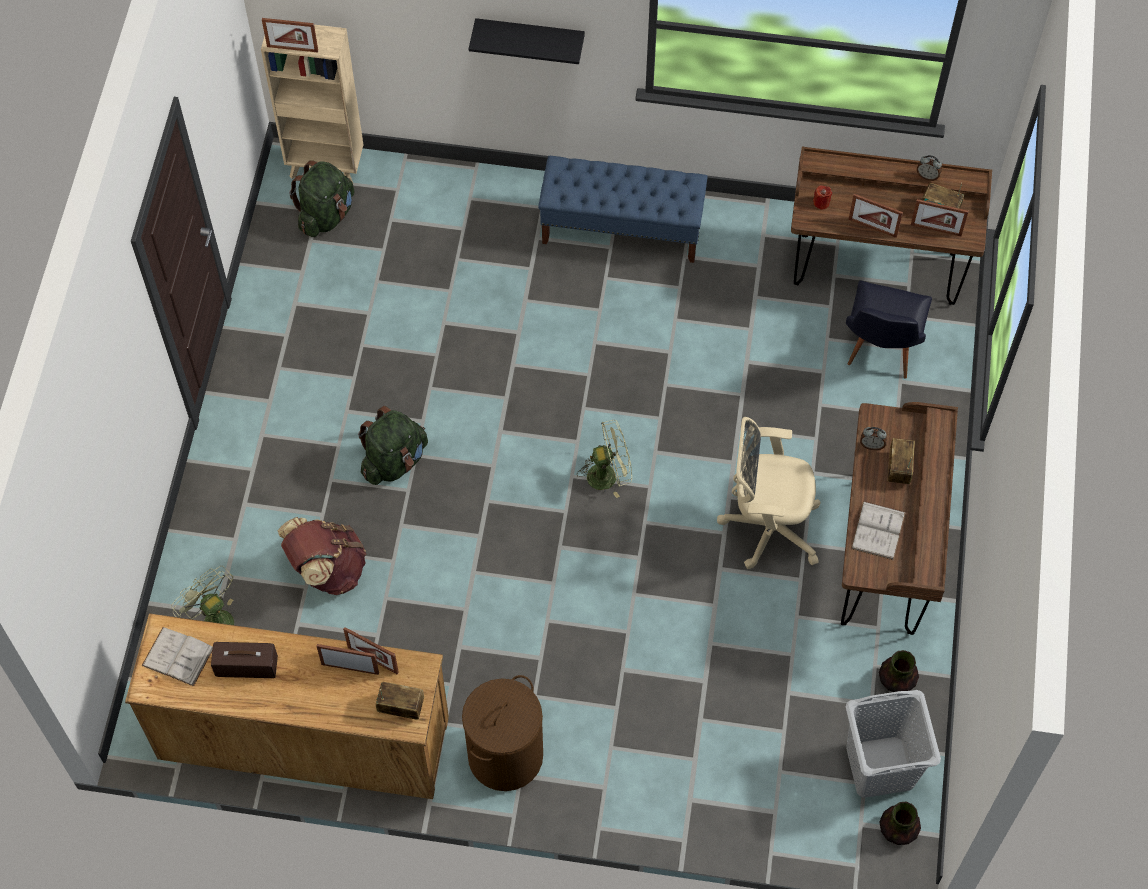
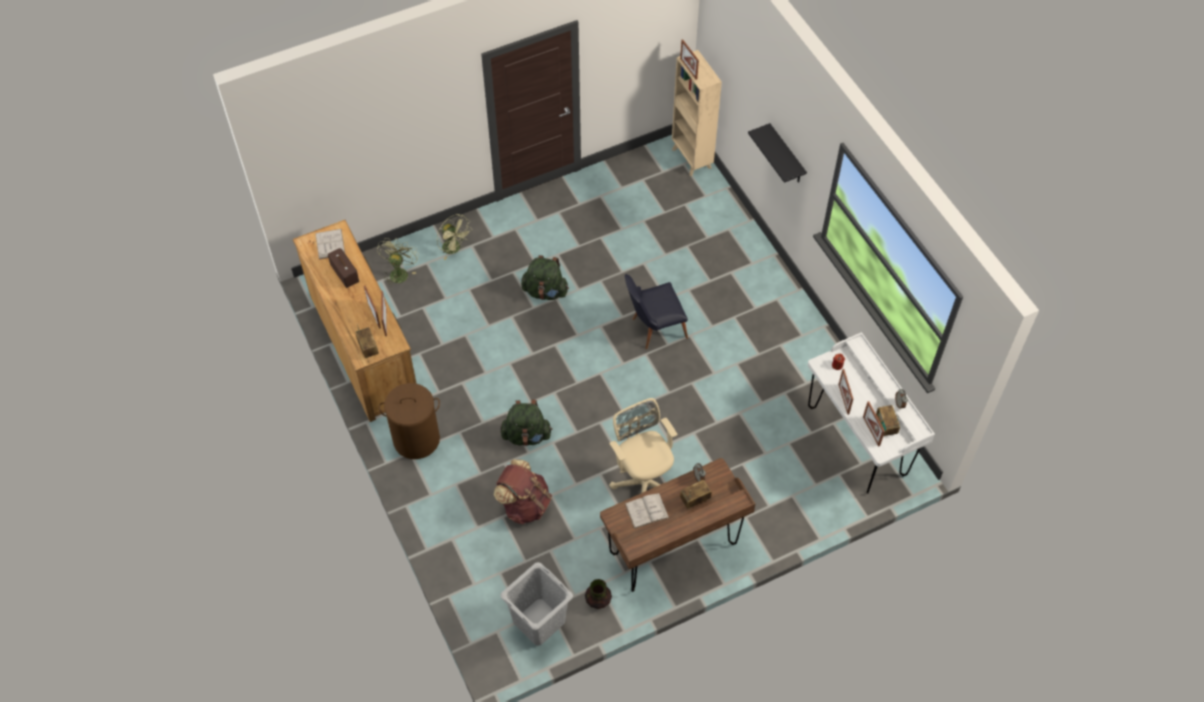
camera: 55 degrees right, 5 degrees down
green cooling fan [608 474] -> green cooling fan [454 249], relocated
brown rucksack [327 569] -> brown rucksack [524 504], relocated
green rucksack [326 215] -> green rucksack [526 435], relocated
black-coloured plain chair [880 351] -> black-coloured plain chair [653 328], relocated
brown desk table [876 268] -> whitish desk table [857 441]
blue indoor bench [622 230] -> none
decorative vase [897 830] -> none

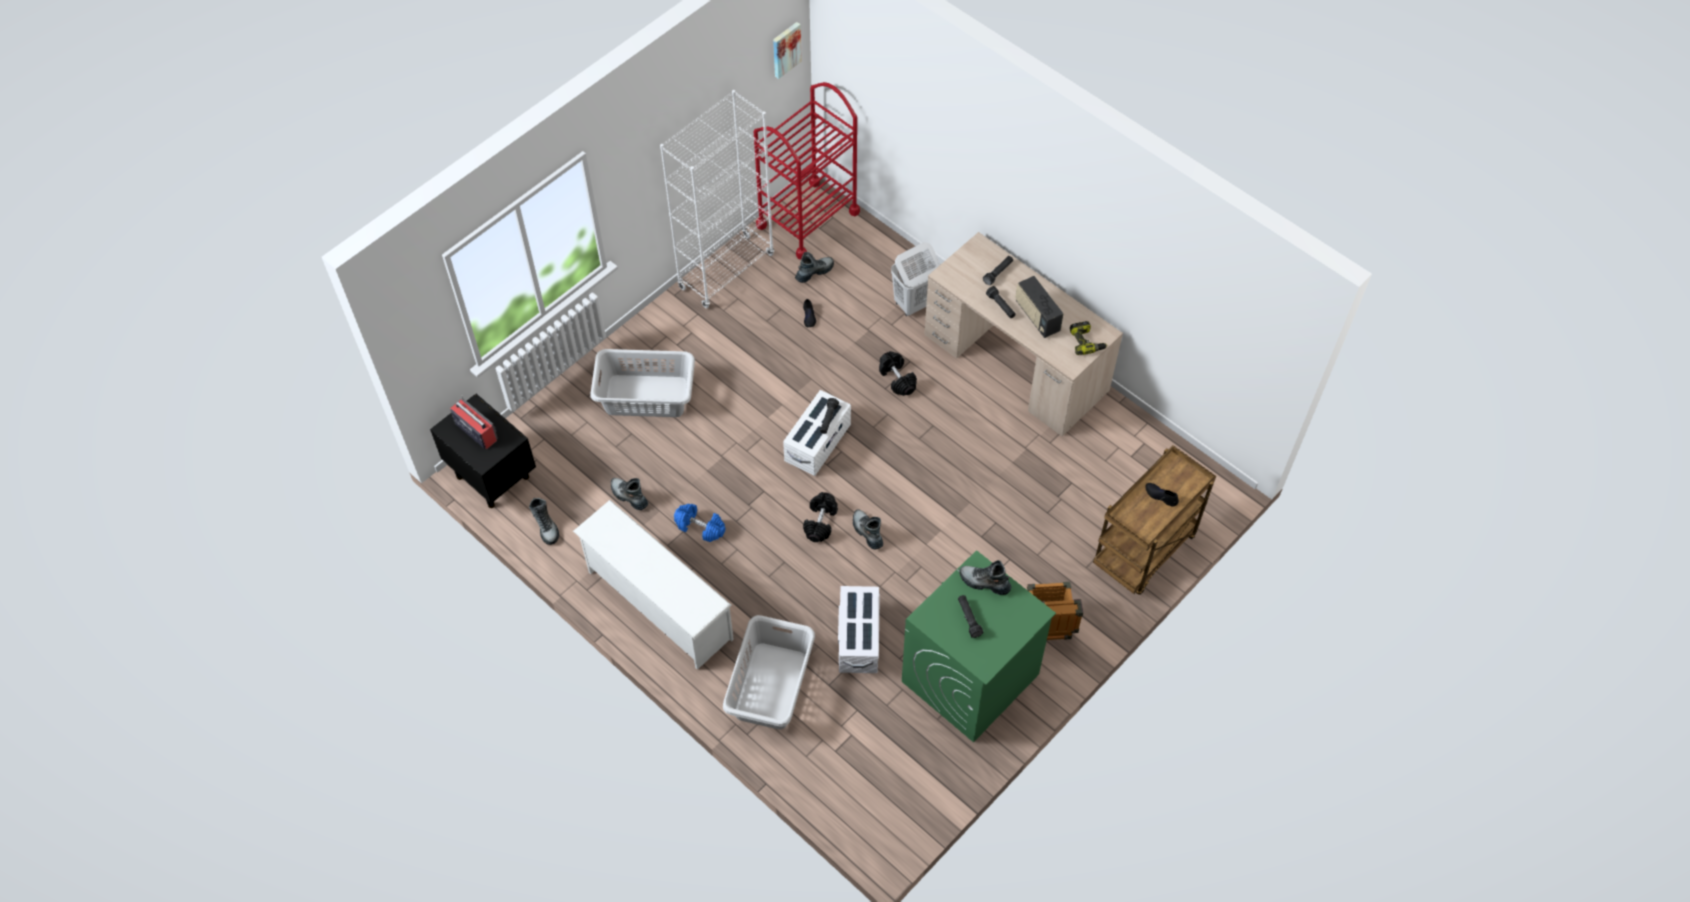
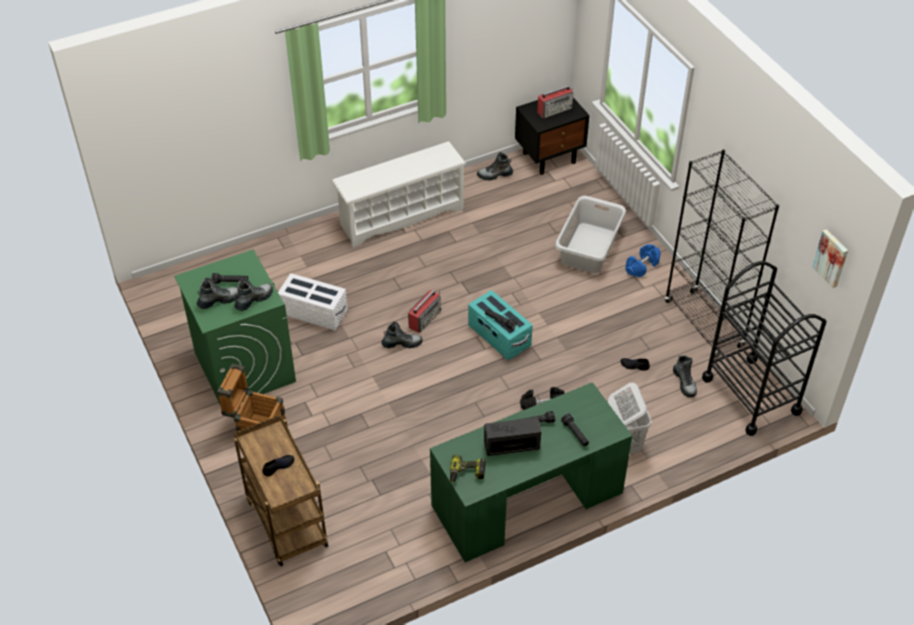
camera: 110 degrees right, 10 degrees down
boot [629 496] -> boot [219 300], relocated
black-coloured free weight [820 522] -> radio set [425 318]
sand-coloured desk table [1015 363] -> green desk table [526 498]
whitish storage bin [818 443] -> turquoise-coloured storage bin [499 336]
blue free weight [700 527] -> blue free weight [642 266], relocated
whitish bookcase [726 271] -> black-coloured bookcase [704 324]
reddish trolley [807 219] -> black-coloured trolley [751 395]
gray washing basket [769 686] -> none

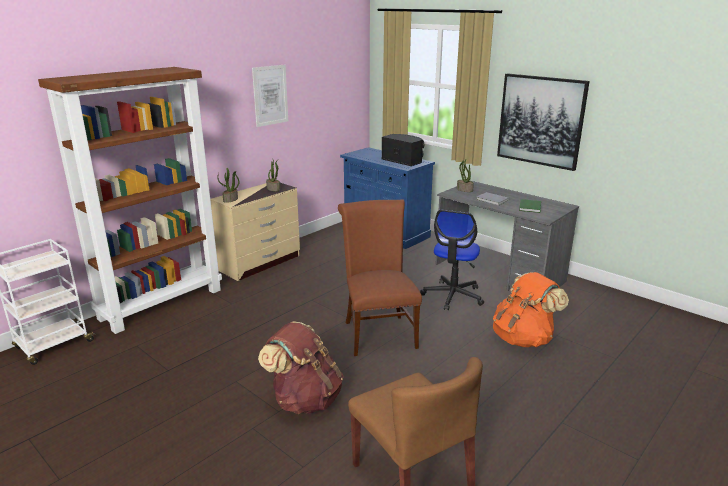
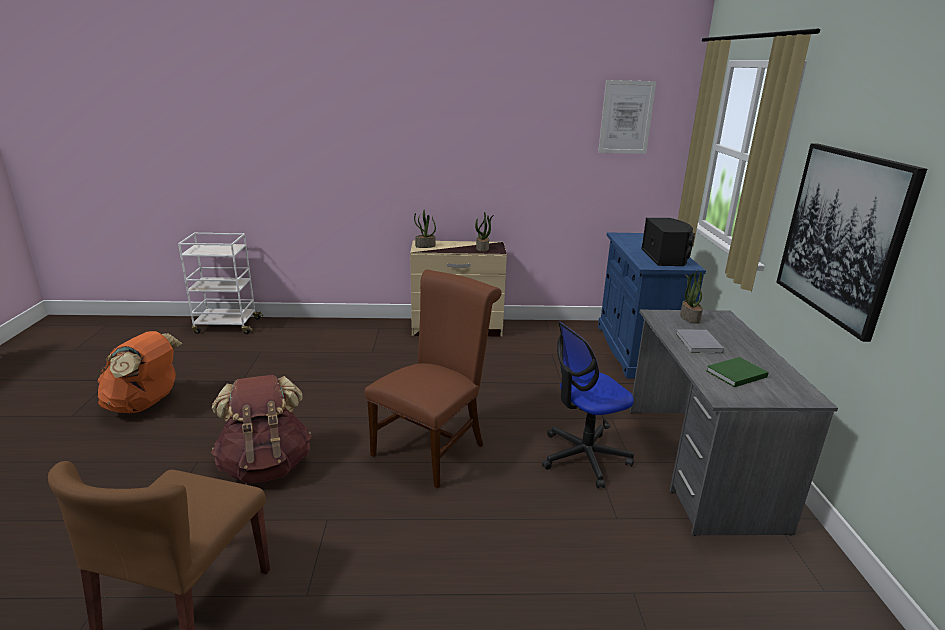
camera: 45 degrees right, 0 degrees up
orangey rucksack [523 338] -> orangey rucksack [145 404], relocated
wall picture [270 95] -> wall picture [626 117], relocated
brown bookcase [162 303] -> none

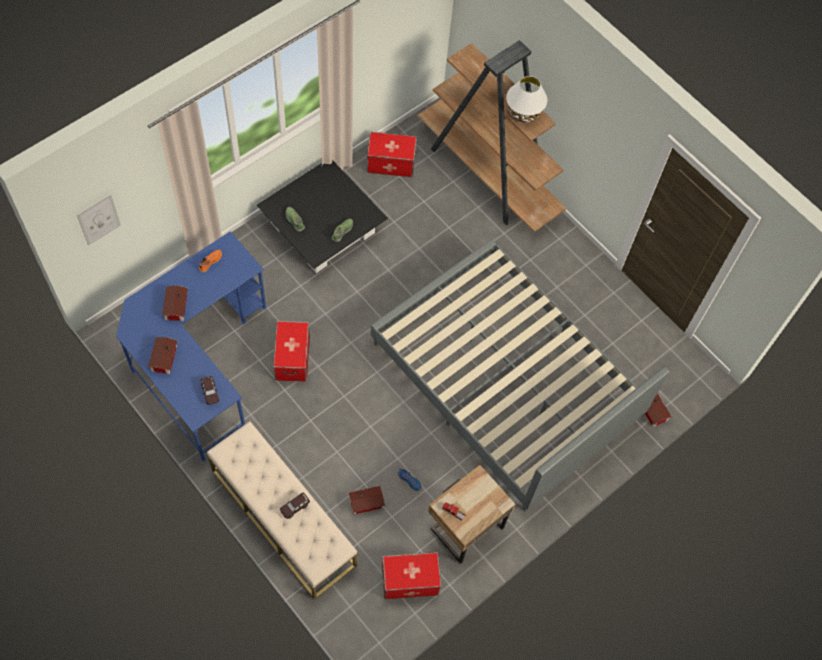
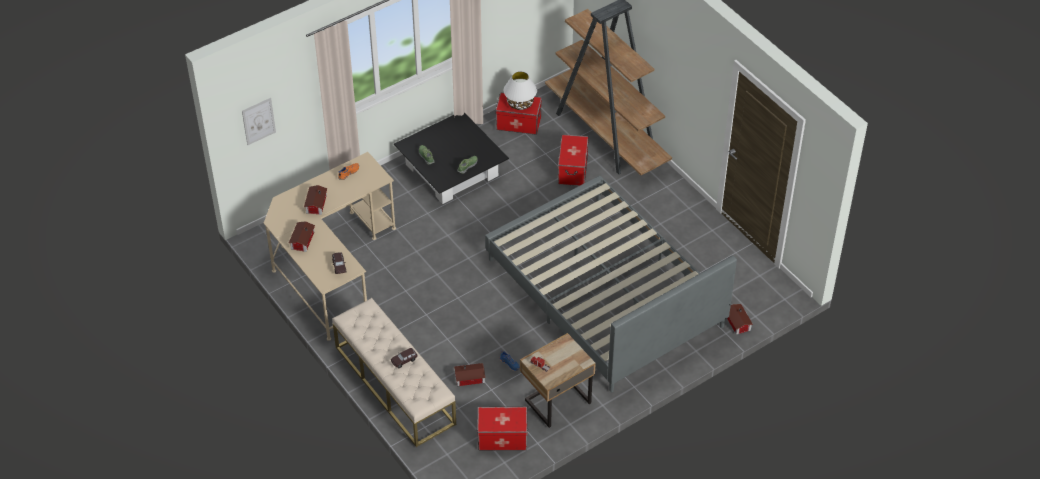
camera: 10 degrees right, 15 degrees down
blue desk table [196 361] -> sand-coloured desk table [330 265]
whitish table lamp [524 112] -> whitish table lamp [520 103], relocated
storage bin [292 358] -> storage bin [572 170], relocated

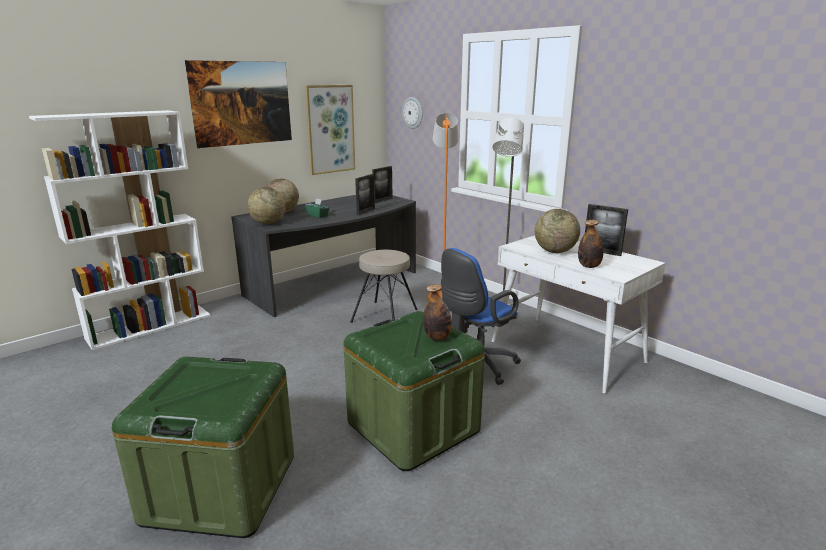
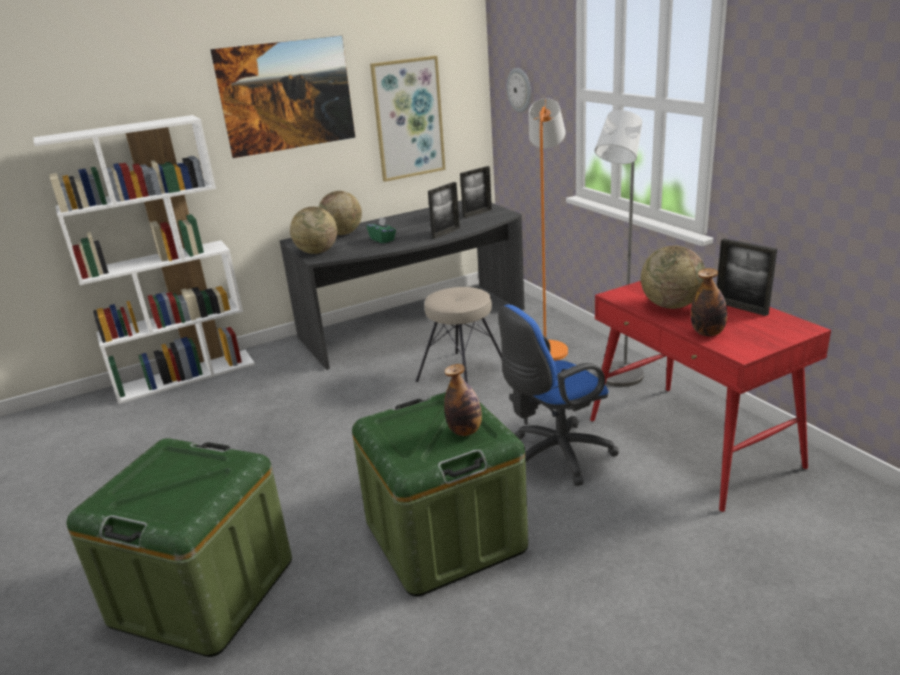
camera: 15 degrees right, 5 degrees up
whitish desk table [567 352] -> reddish desk table [692 443]

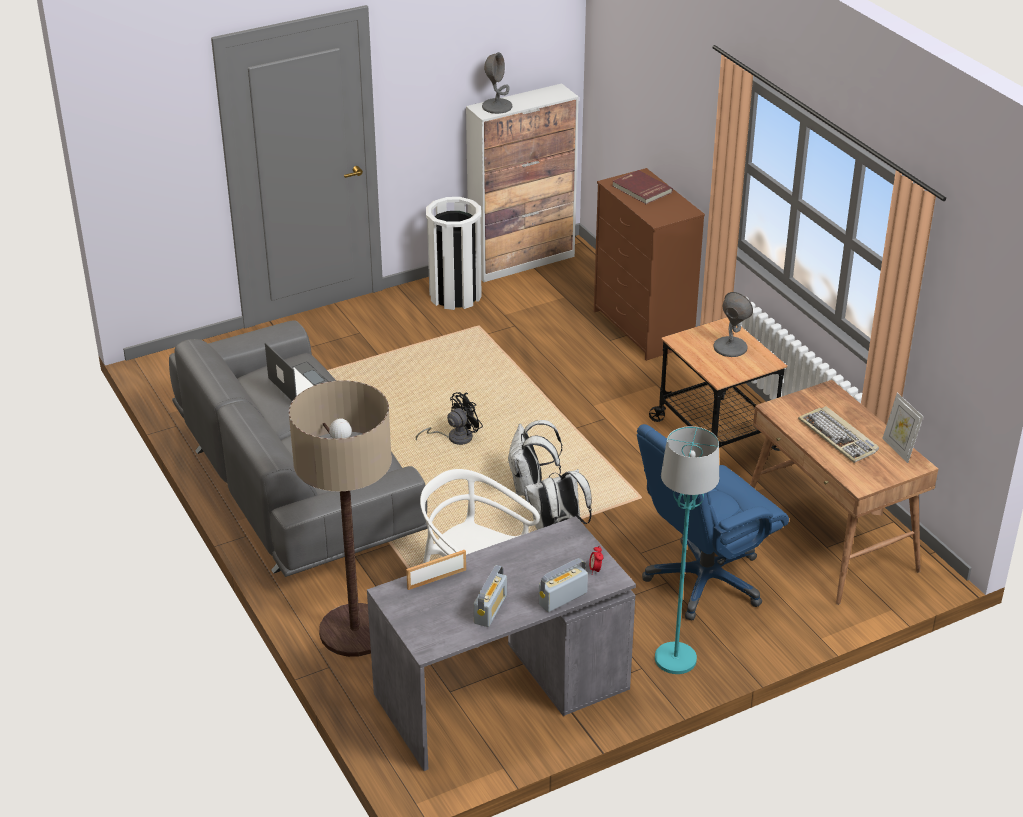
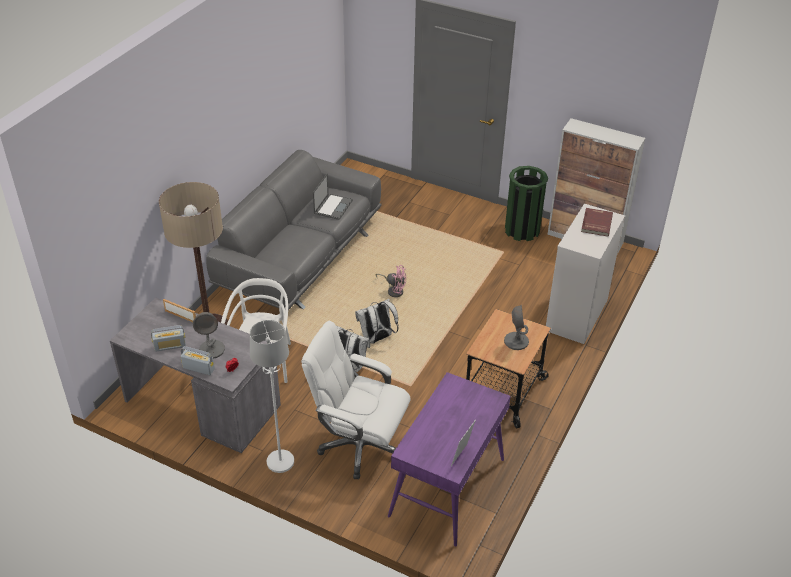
camera: 55 degrees right, 5 degrees up
gray table lamp [497 106] -> gray table lamp [212 349], relocated
turquoise-coloured floor lamp [675 659] -> whitish floor lamp [280 461]
blue computer chair [704 581] -> whitish computer chair [359 445]
black-coloured cooling fan [454 437] -> pinkish cooling fan [394 290]
brown desk table [830 540] -> purple-coloured desk table [447 488]
whitish waste bin [455 295] -> green waste bin [522 230]
brown chest of drawers [643 328] -> whitish chest of drawers [576 315]
PC keyboard [839 437] -> none

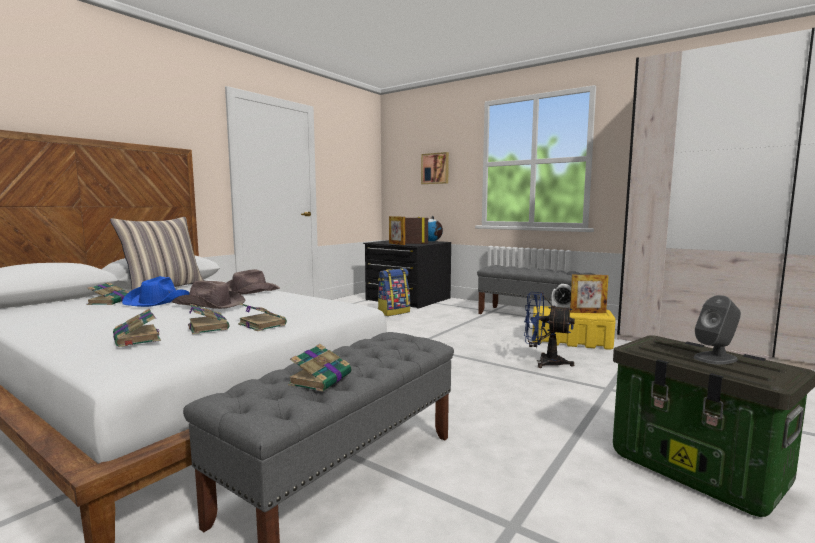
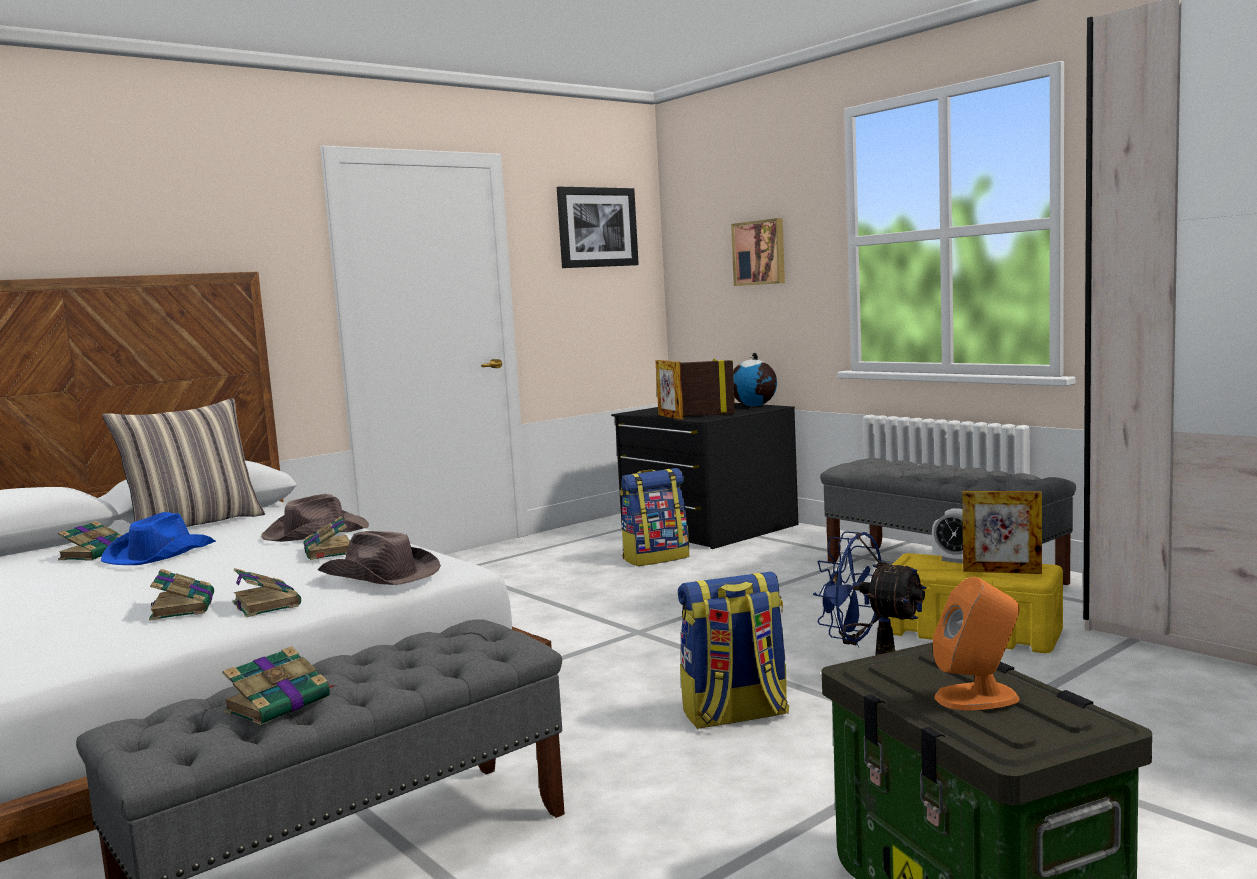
camera: 15 degrees right, 0 degrees up
book [137 339] -> book [329 551], relocated
brown wearable hat [209 305] -> brown wearable hat [380 576], relocated
none -> wall picture [597 227]
none -> rucksack [735 715]
gray audio speaker [715 358] -> orangey audio speaker [977 697]

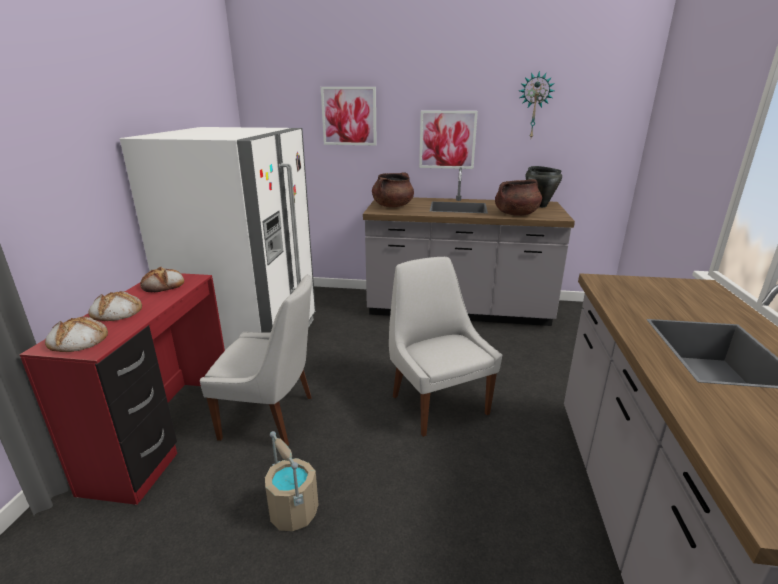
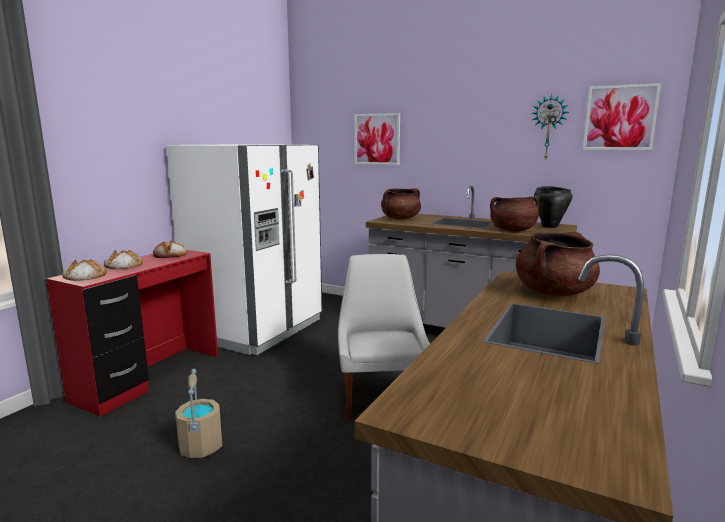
camera: 20 degrees right, 10 degrees down
none -> brown stockpot [554 292]
wall picture [447 140] -> wall picture [620 118], relocated
whitish plain chair [271 417] -> none

